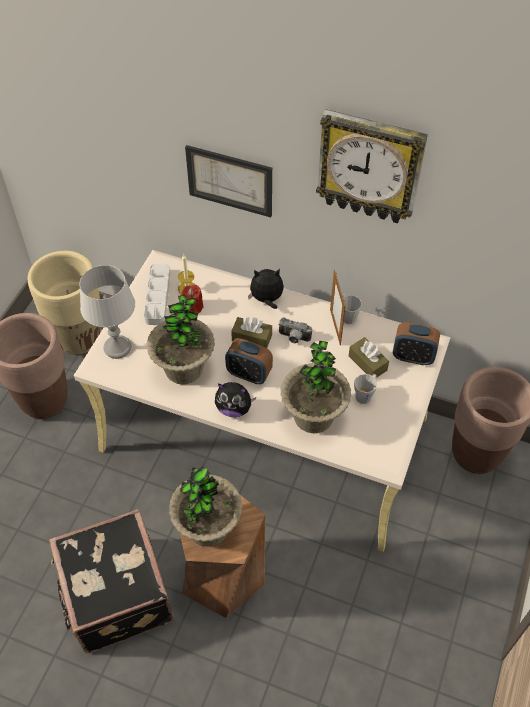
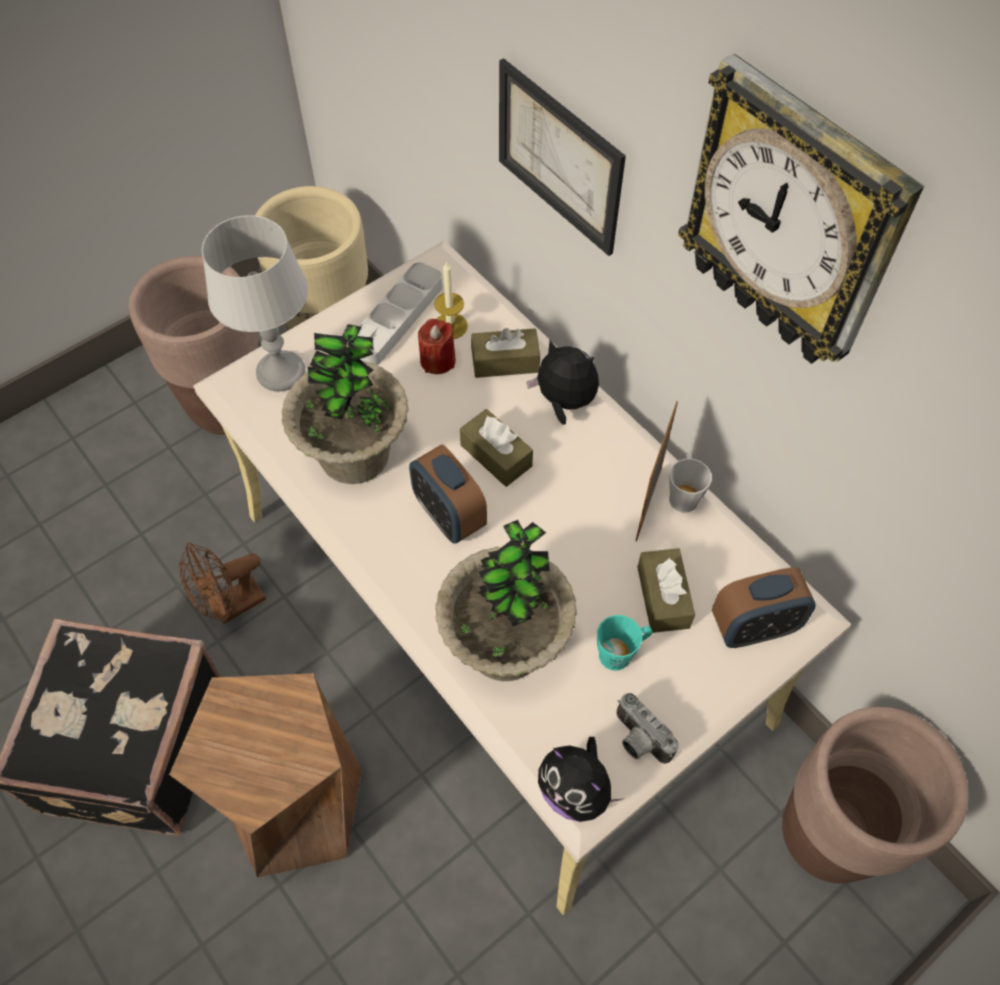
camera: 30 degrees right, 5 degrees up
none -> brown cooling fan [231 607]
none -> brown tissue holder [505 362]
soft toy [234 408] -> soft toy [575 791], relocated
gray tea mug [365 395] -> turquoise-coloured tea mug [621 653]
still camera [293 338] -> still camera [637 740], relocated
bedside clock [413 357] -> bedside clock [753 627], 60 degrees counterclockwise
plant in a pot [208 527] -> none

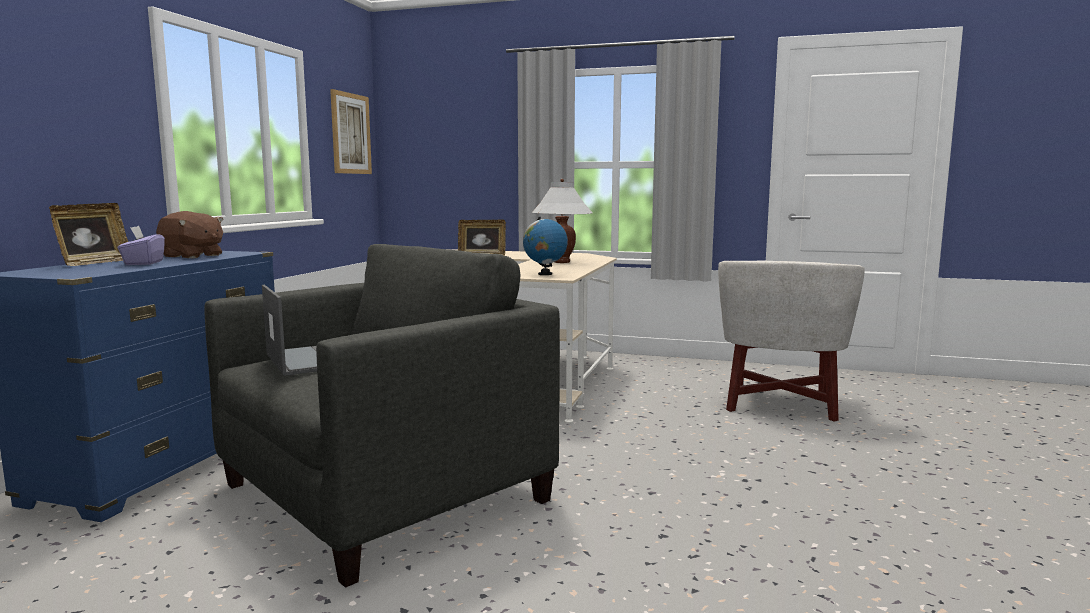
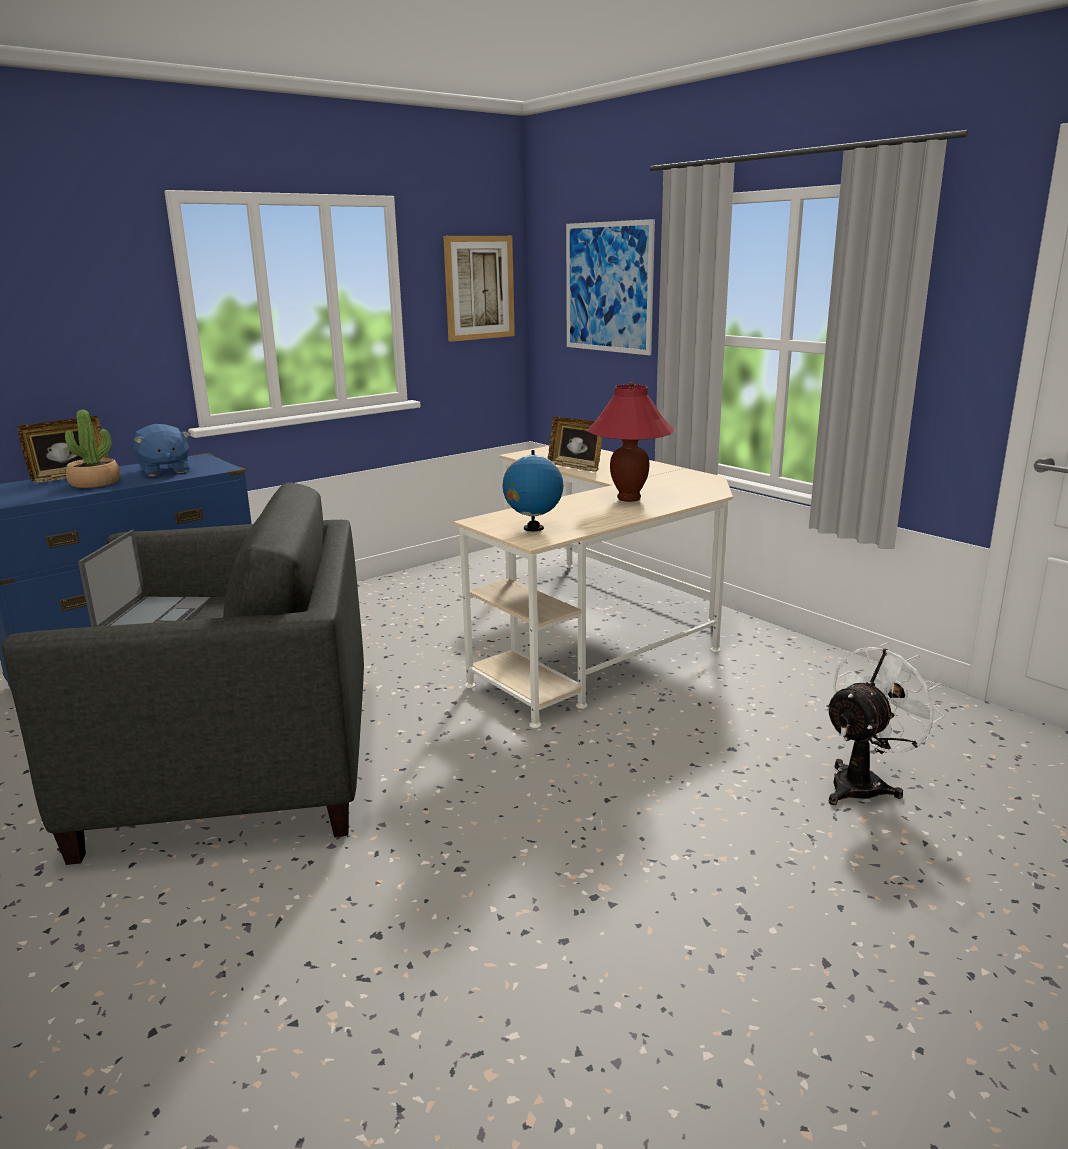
camera: 35 degrees right, 10 degrees up
purple-coloured tissue holder [143 263] -> plant in a pot [95 483]
brown soft toy [192 256] -> blue soft toy [164 471]
none -> wall picture [608 287]
whitish table lamp [561 262] -> reddish table lamp [628 499]
whitish easy chair [780 403] -> whitish cooling fan [864 783]

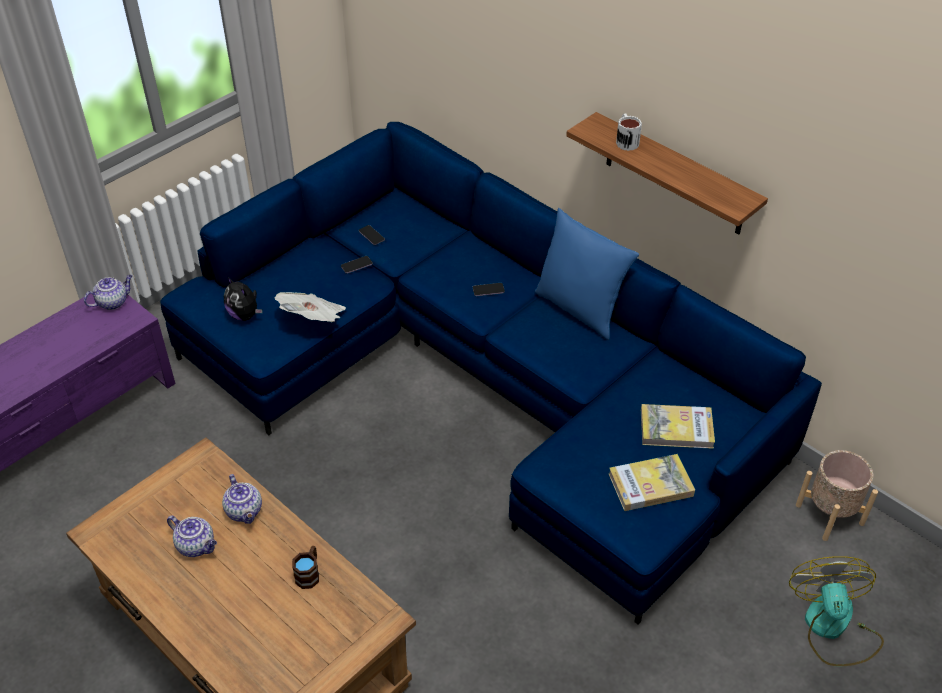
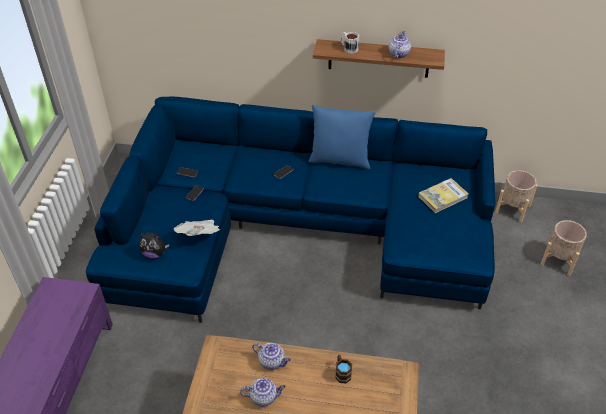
camera: 35 degrees left, 0 degrees up
pot for tea [113 302] -> pot for tea [398 53], relocated
cooling fan [832 628] -> sand-coloured plant pot [559 260]
book [650 485] -> none

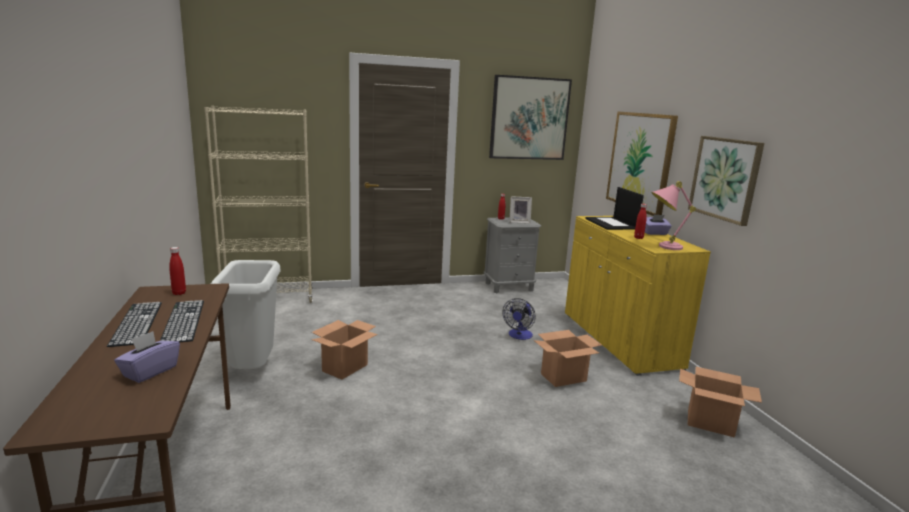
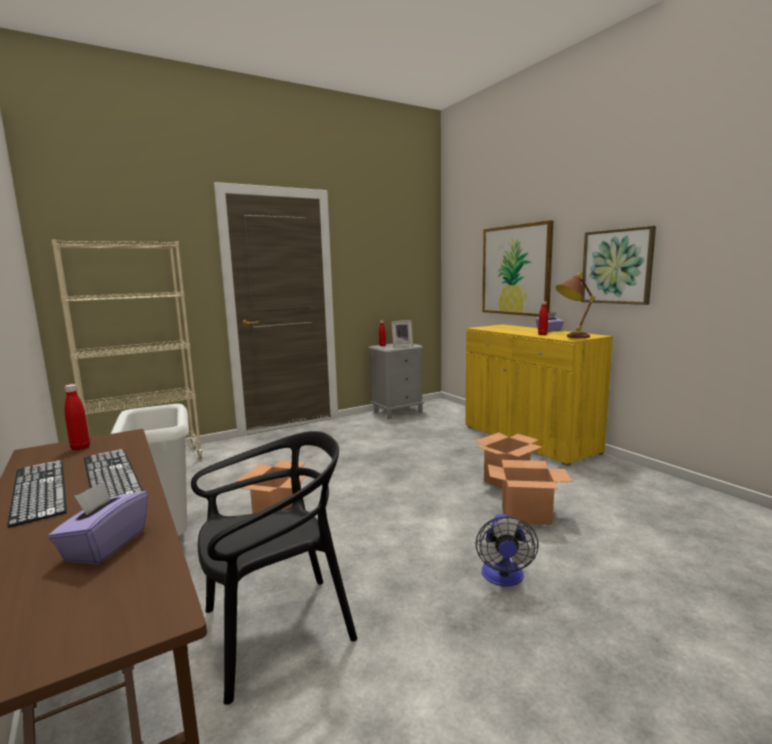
camera: 15 degrees left, 5 degrees down
none -> black-coloured plain chair [276 630]
cooling fan [519 336] -> cooling fan [503 578], relocated
carton [711 423] -> carton [526 515], relocated
pinkish table lamp [662 246] -> brown table lamp [571 337]
wall picture [529 118] -> none
portable computer [612 224] -> none

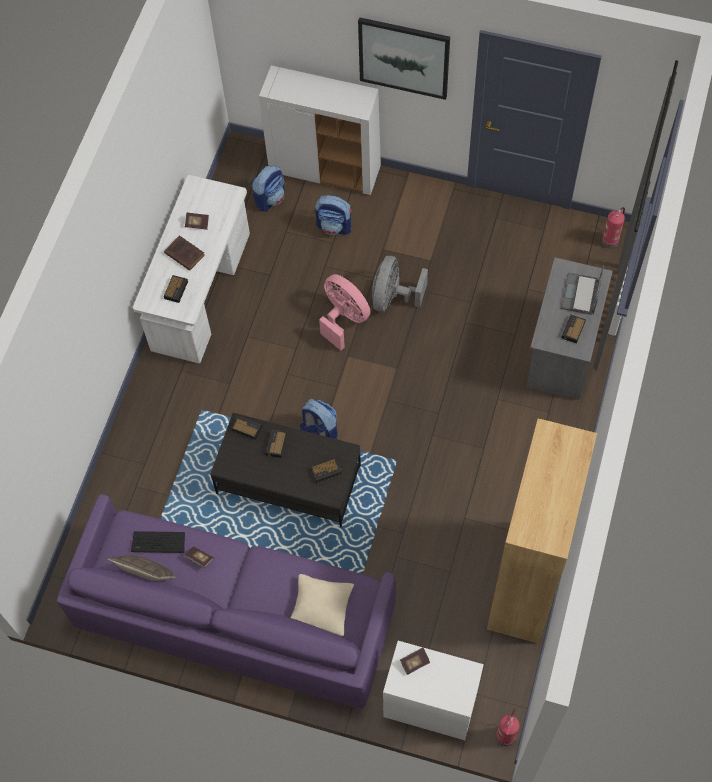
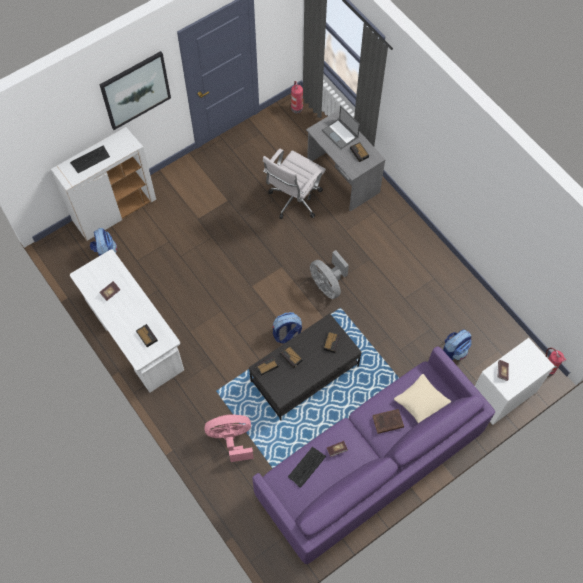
camera: 55 degrees left, 0 degrees up
none -> PC keyboard [90 159]
pinkish cooling fan [344 318] -> pinkish cooling fan [231 439], relocated
none -> whitish computer chair [294 201]
gray cooling fan [393 297] -> gray cooling fan [327 284], relocated
brown book [184 254] -> brown book [387 422], relocated
rucksack [335 226] -> rucksack [454 351], relocated
cushion [146 576] -> none
brown bookcase [526 582] -> none

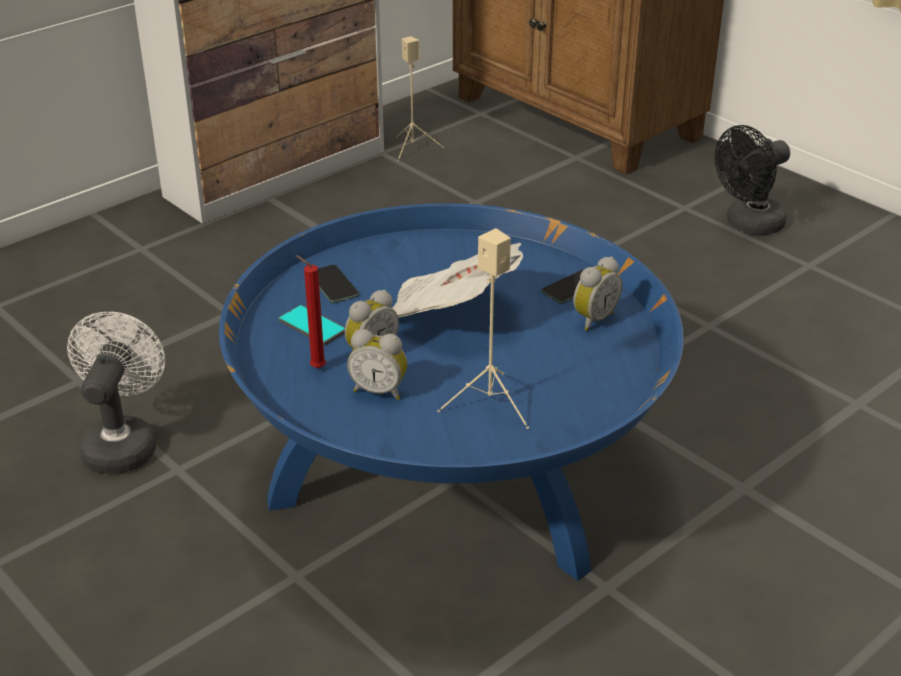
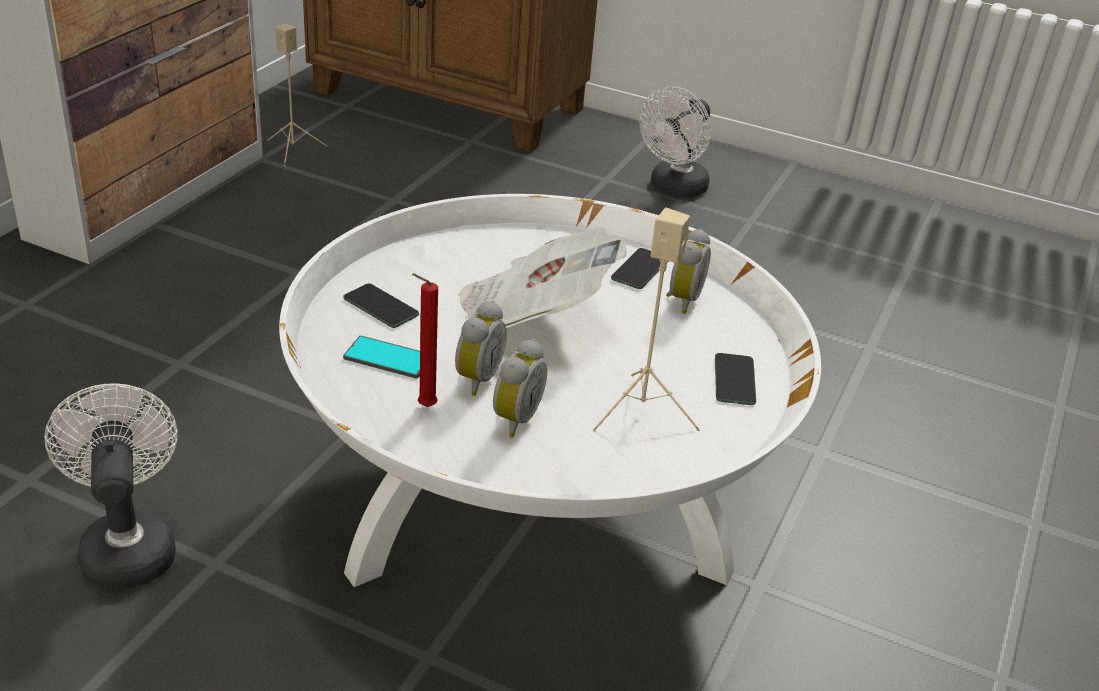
camera: 25 degrees left, 0 degrees up
blue low table [450 478] -> whitish low table [535 503]
bedside clock [379 390] -> bedside clock [514 419], 60 degrees counterclockwise
black-coloured cooling fan [748 225] -> whitish cooling fan [674 189]
none -> telephone [734 380]

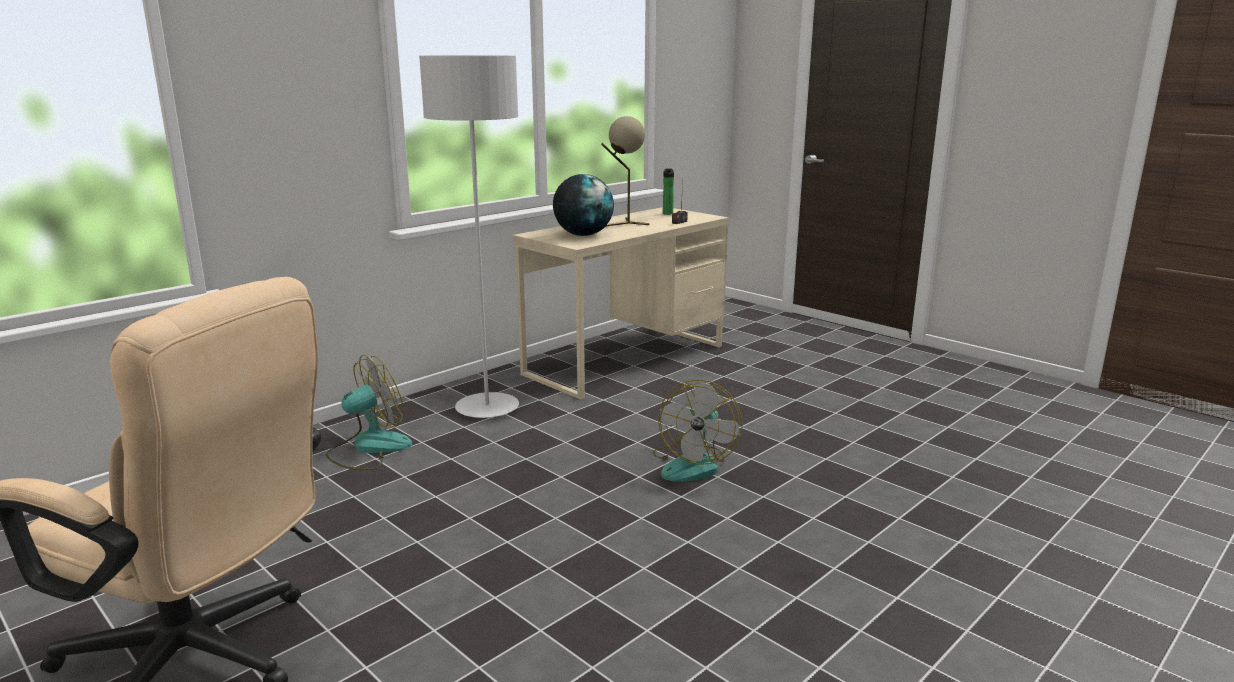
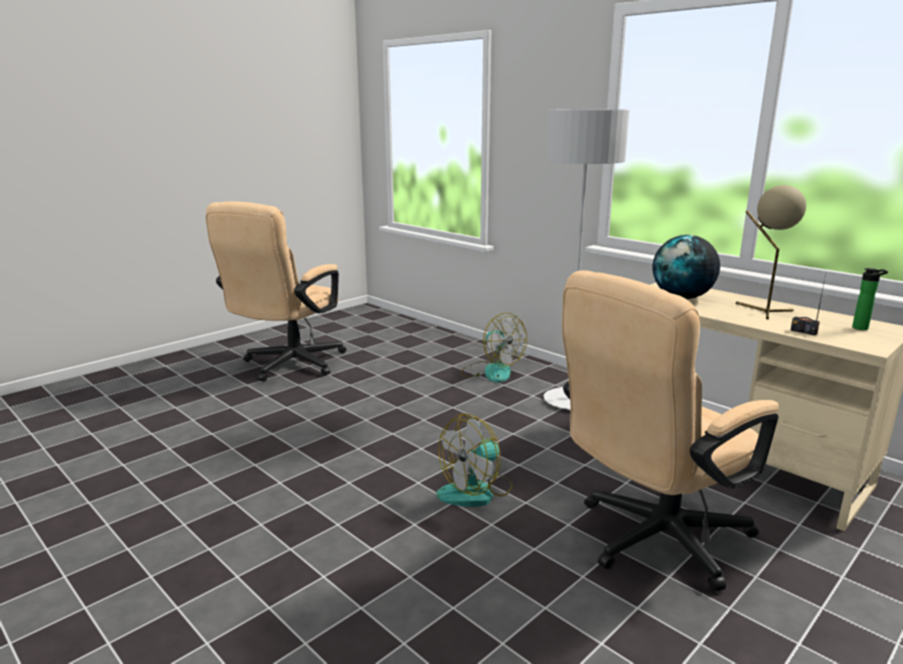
camera: 90 degrees right, 0 degrees up
cooling fan [694 464] -> cooling fan [476 491], 60 degrees counterclockwise
none -> sand-coloured computer chair [651 541]

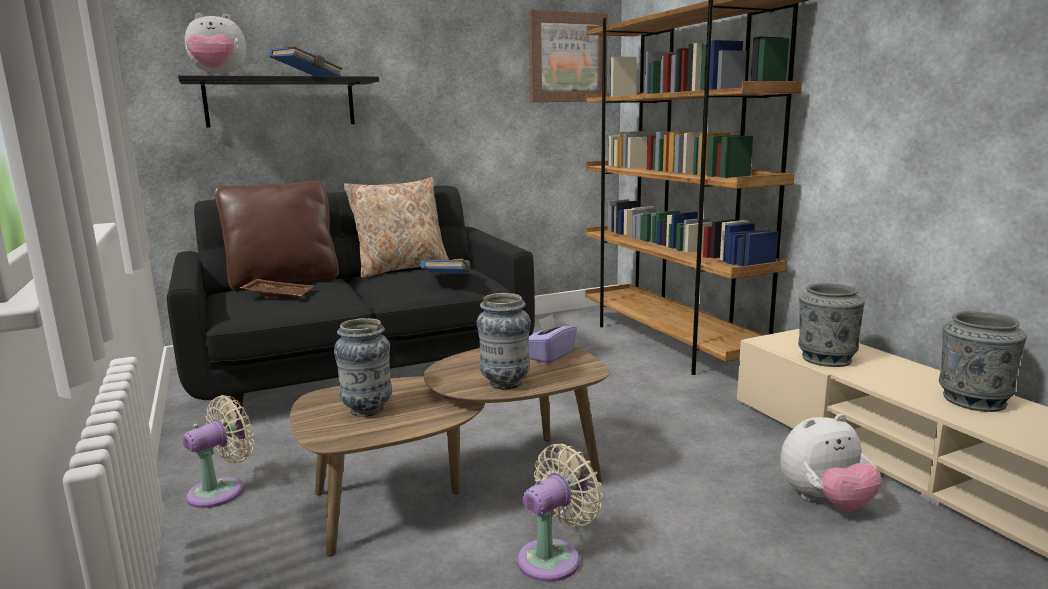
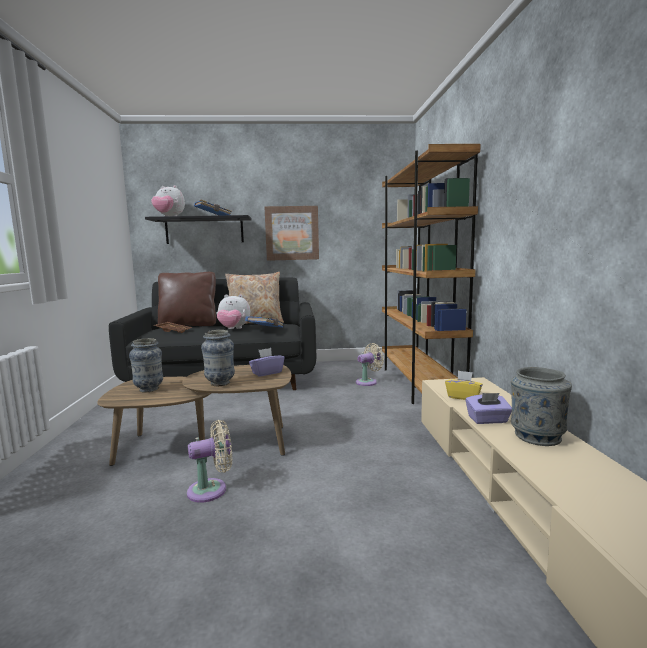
camera: 20 degrees right, 5 degrees down
soft toy [825 502] -> soft toy [233 329], relocated
wall picture [567 57] -> wall picture [292 233], relocated
sand-coloured cooling fan [222 490] -> sand-coloured cooling fan [368 382], relocated
gray decorative vase [825 358] -> yellow tissue holder [463 397]
none -> purple-coloured tissue holder [488 420]

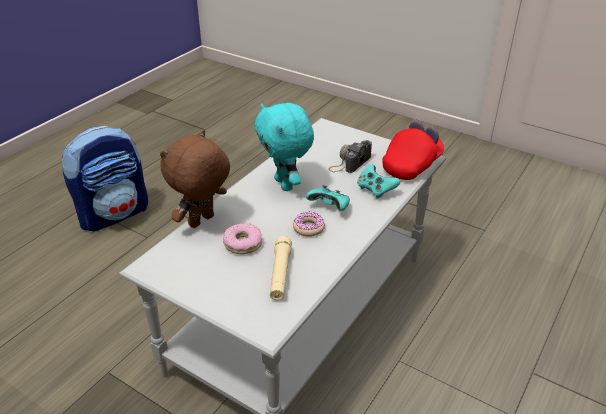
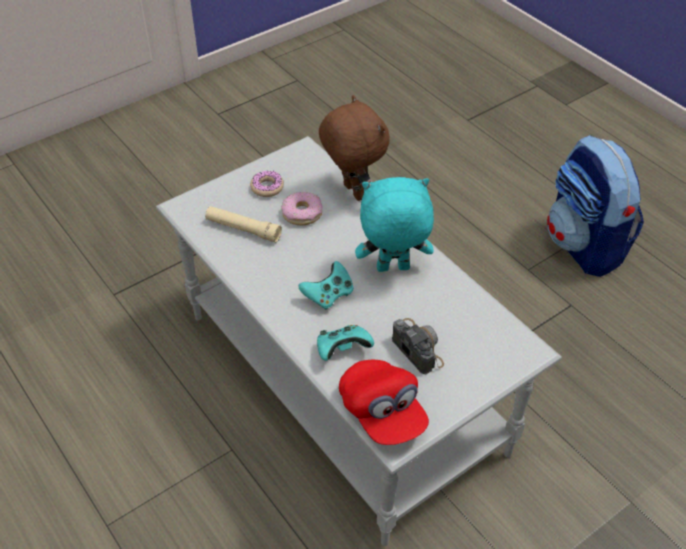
camera: 110 degrees right, 10 degrees up
donut [308 228] -> donut [267 187], relocated

